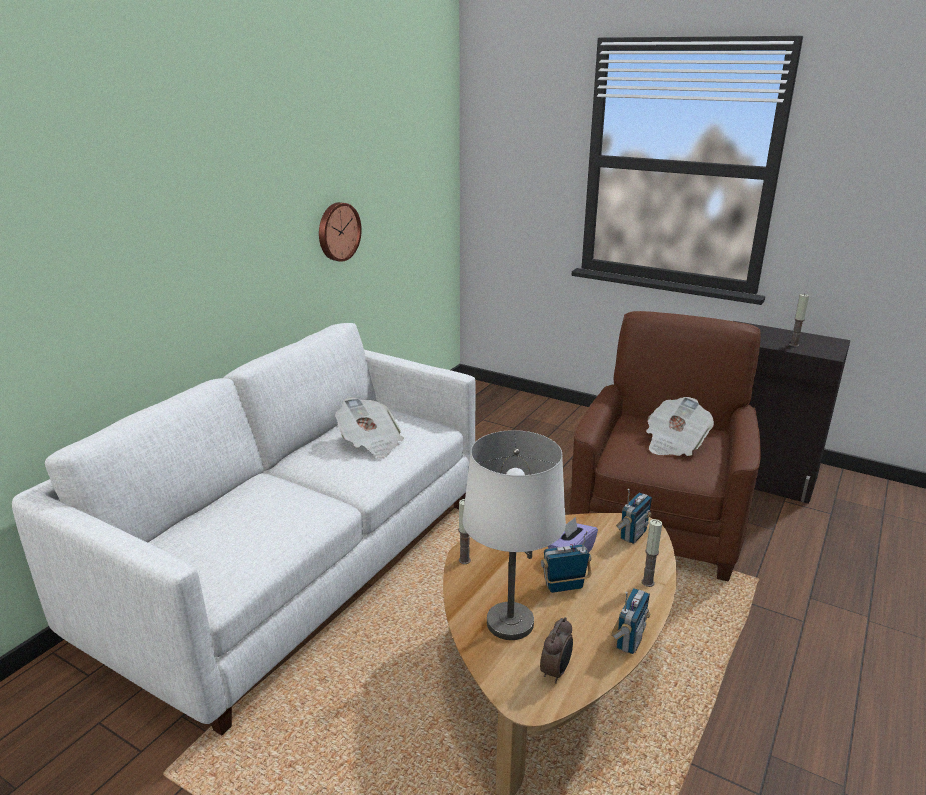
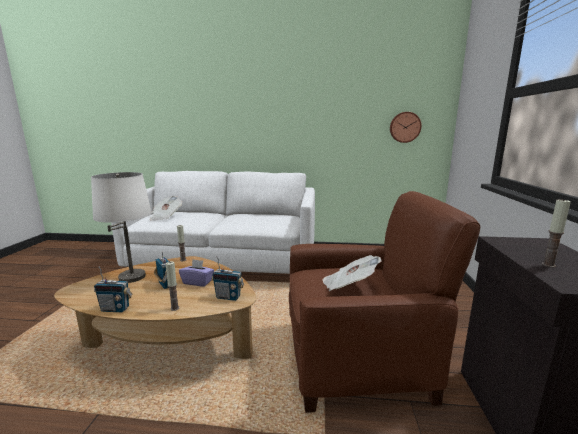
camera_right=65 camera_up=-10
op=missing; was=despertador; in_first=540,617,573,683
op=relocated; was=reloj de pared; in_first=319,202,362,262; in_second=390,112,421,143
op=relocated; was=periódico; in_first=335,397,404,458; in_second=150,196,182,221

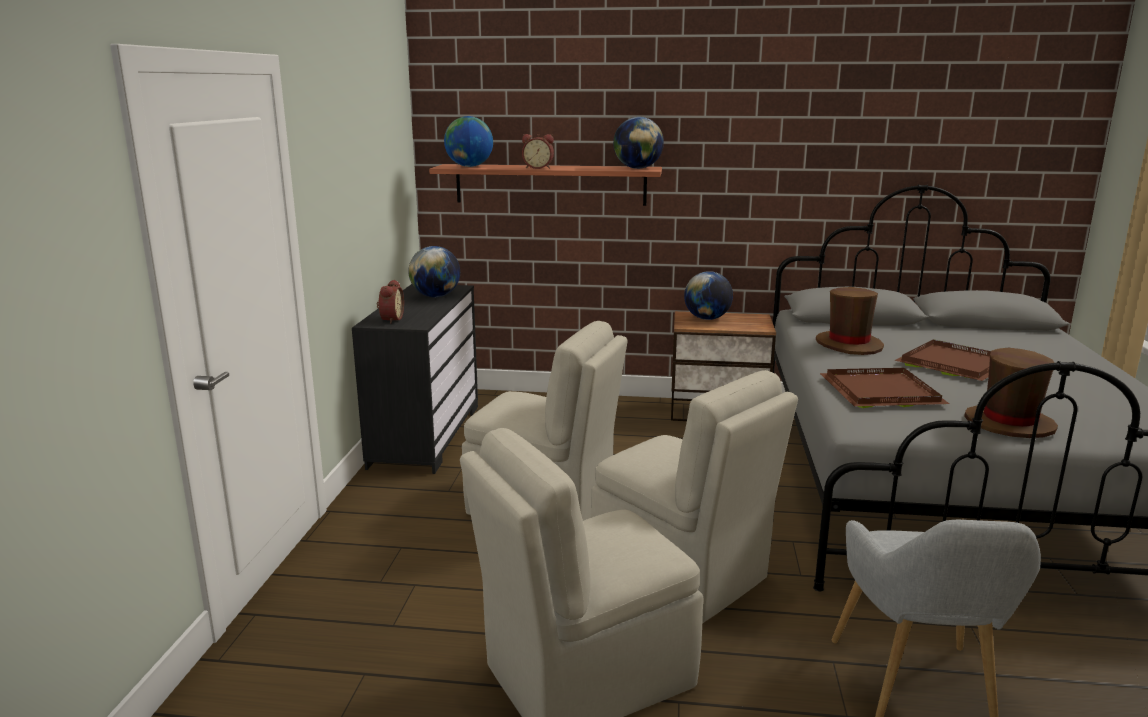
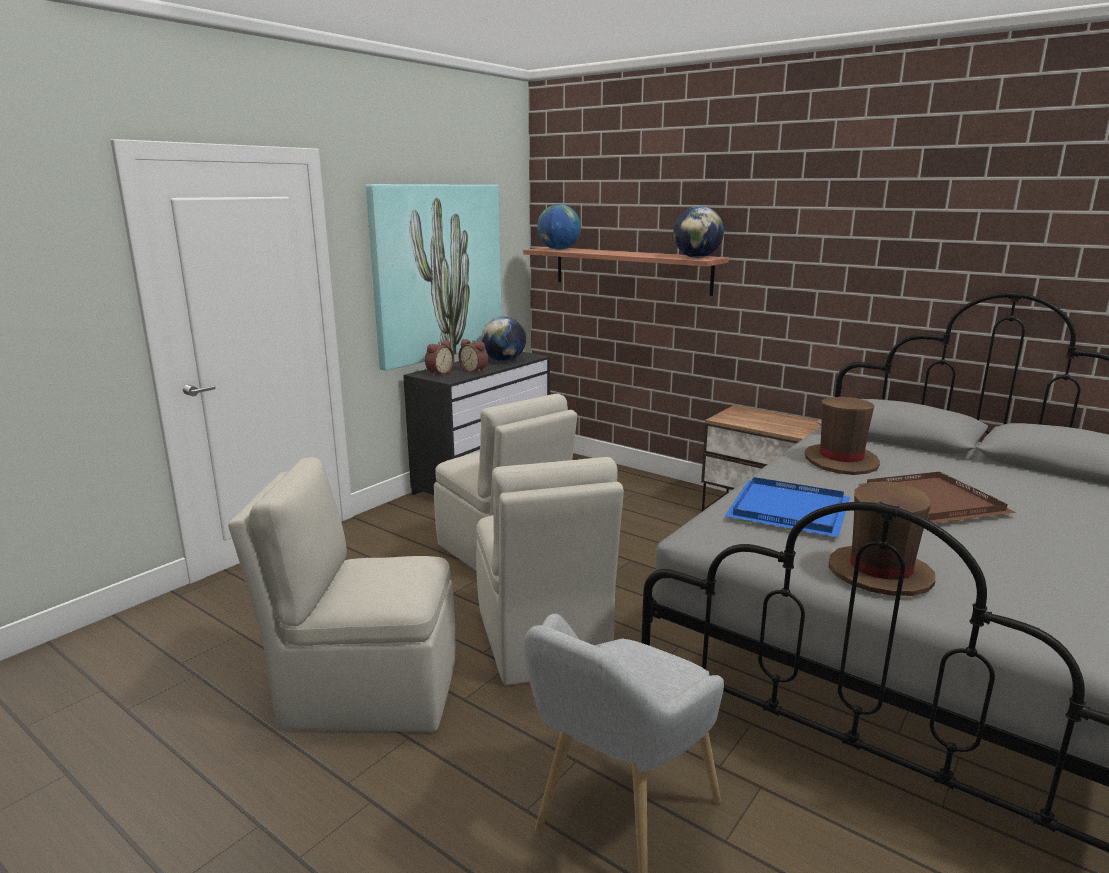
camera_right=30 camera_up=0
op=missing; was=globo terráqueo; in_first=684,271,733,320
op=appeared; now=cuadro; in_second=366,184,502,371
op=relocated; was=despertador; in_first=522,134,554,169; in_second=458,339,488,373
op=colour; was=bandeja (marrón); now=bandeja (azul); in_first=820,368,949,408; in_second=725,477,850,537

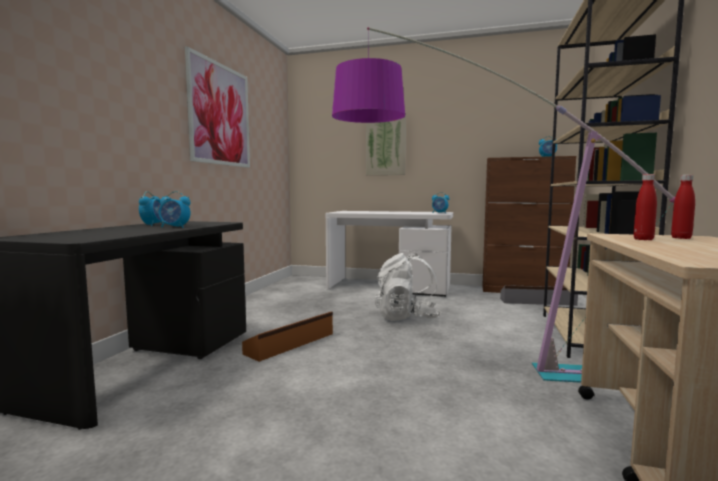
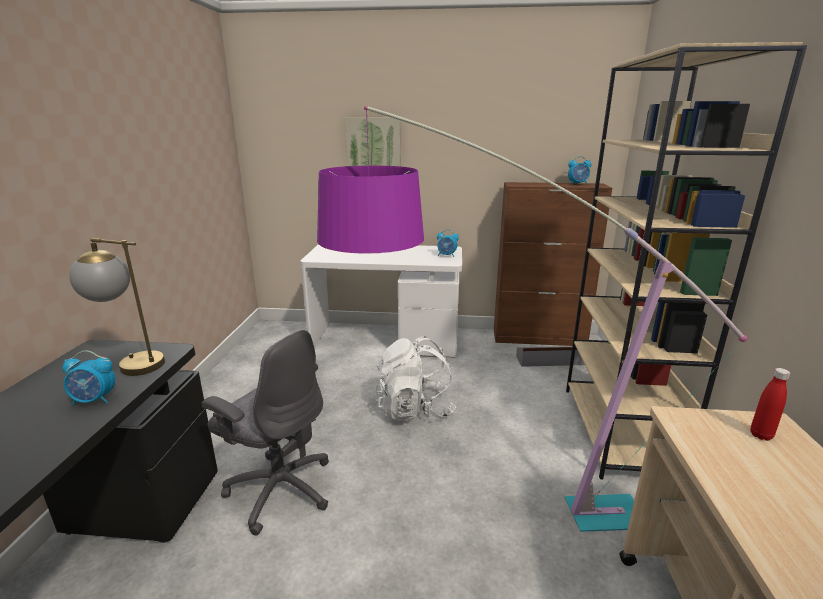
camera_right=-10 camera_up=15
op=missing; was=despertador; in_first=139,191,163,226
op=missing; was=cuadro; in_first=185,46,250,168
op=missing; was=botella (rojo); in_first=634,174,657,240
op=appeared; now=lámpara de mesa; in_second=69,238,165,376
op=exchanged; was=caja de almacenaje (marrón); now=silla de oficina (gris); in_first=242,311,333,362; in_second=201,330,329,536

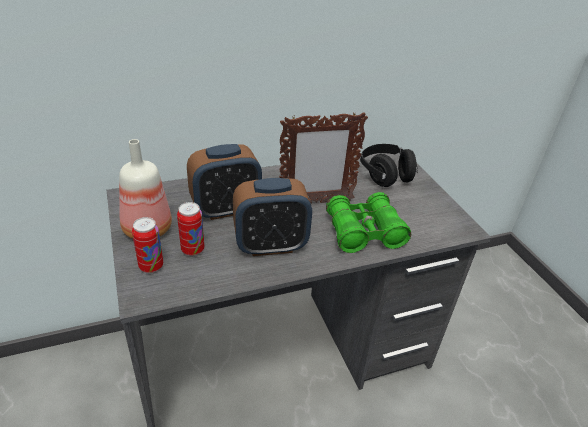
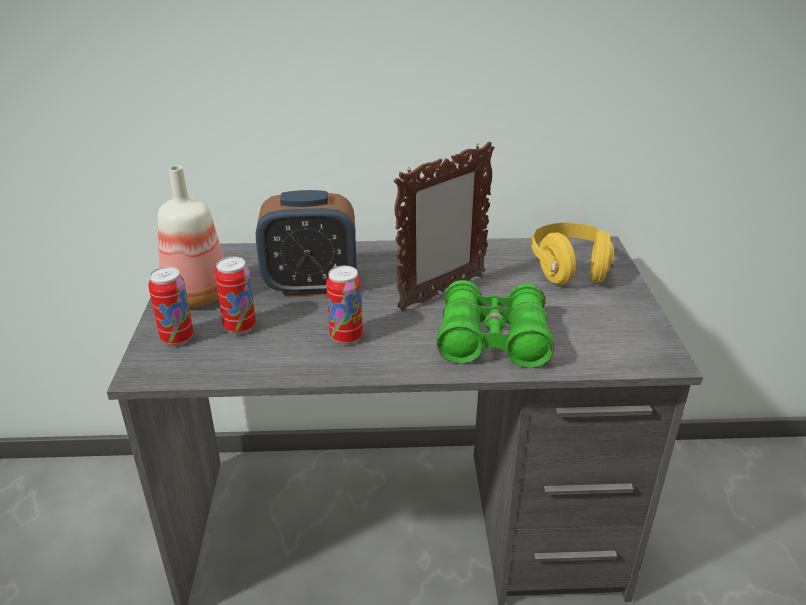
camera_right=20 camera_up=-5
op=exchanged; was=despertador; now=lata; in_first=233,178,312,256; in_second=326,266,363,345
op=colour; was=auriculares (negro); now=auriculares (amarillo); in_first=360,144,418,187; in_second=531,222,614,285
op=spun; was=portarretratos; in_first=279,112,368,203; in_second=394,142,494,311; clockwise=-45

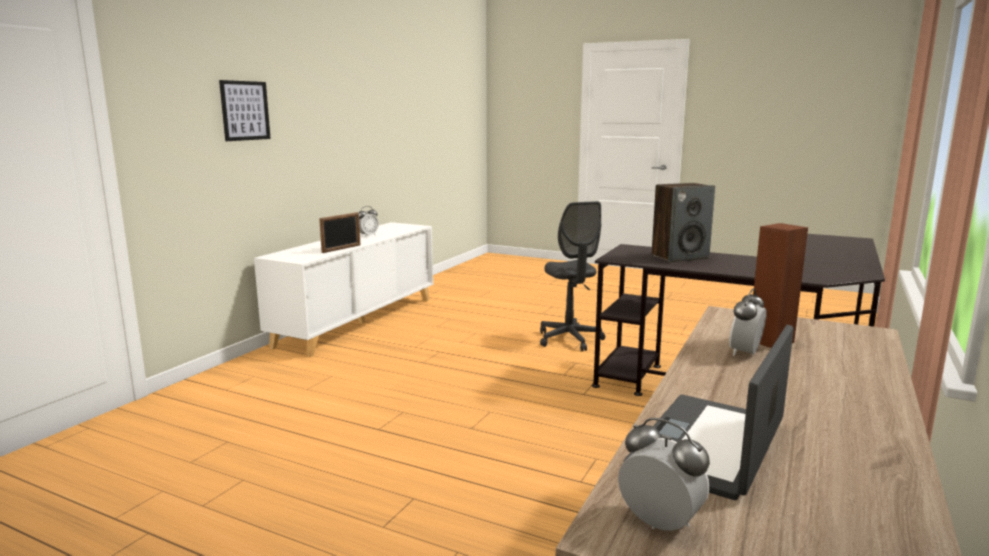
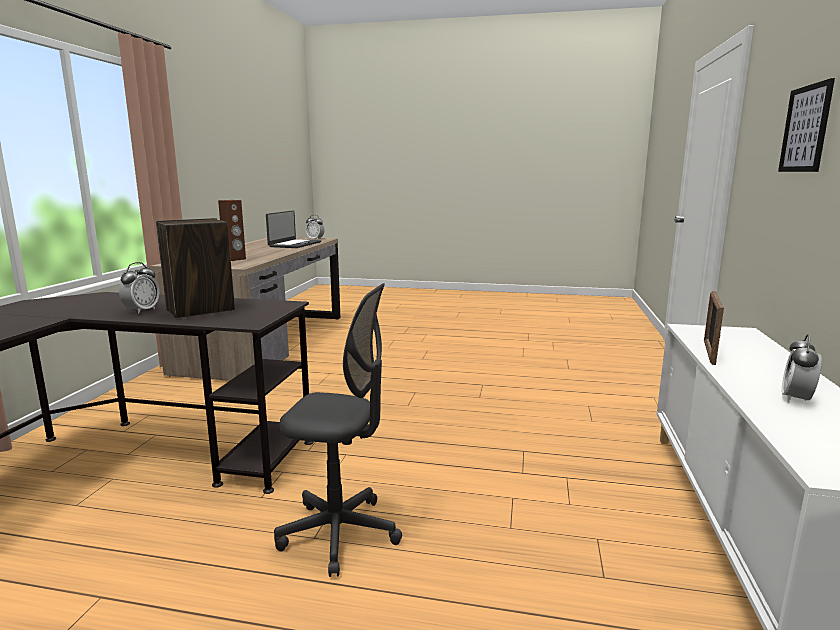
camera_right=165 camera_up=0
op=relocated; was=despertador; in_first=729,288,767,356; in_second=119,262,159,314
op=spun; was=silla de oficina (gris); in_first=540,201,605,351; in_second=274,283,402,577; clockwise=135

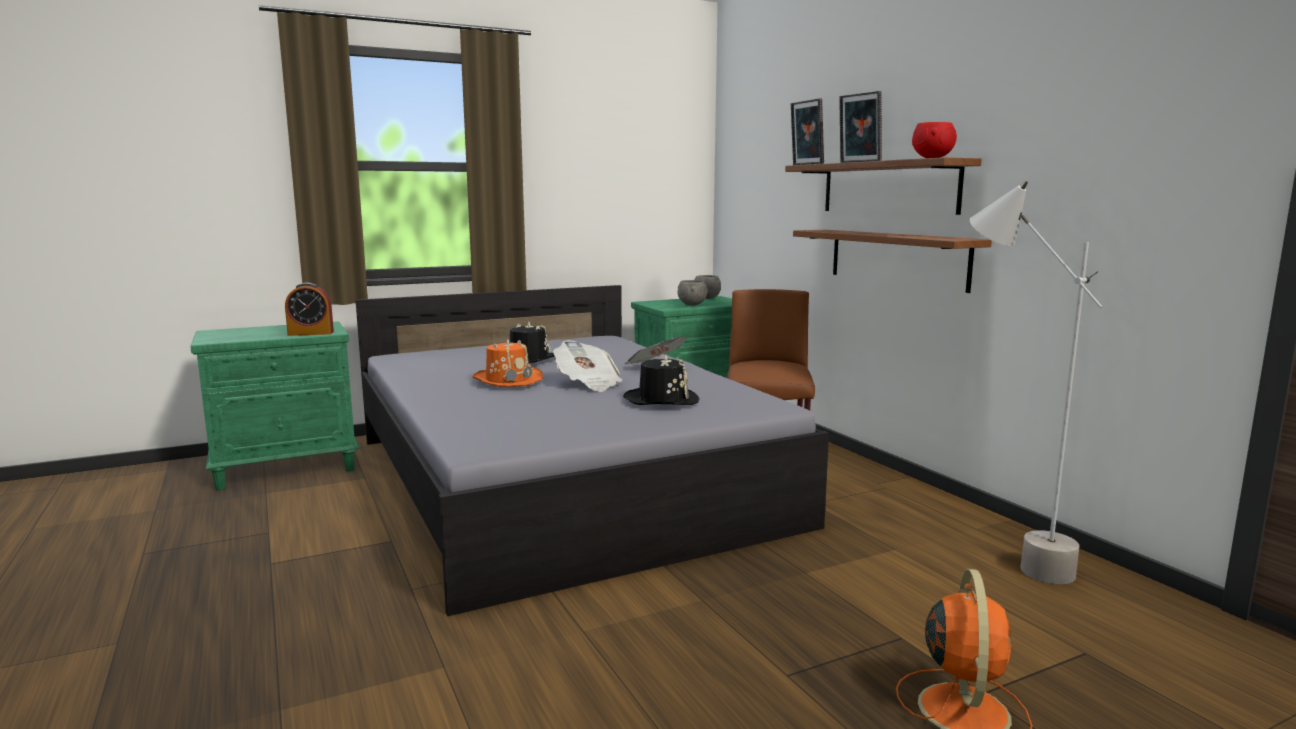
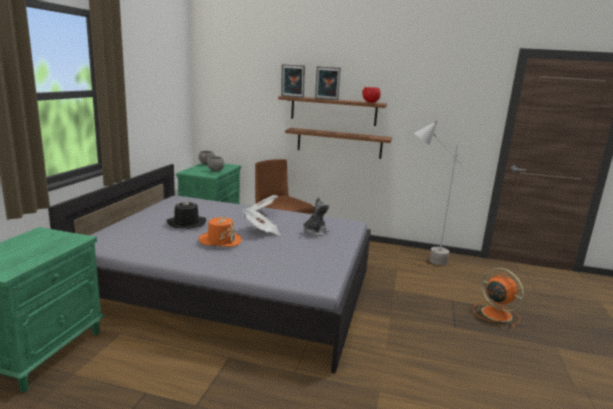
camera_right=-50 camera_up=5
op=missing; was=despertador; in_first=285,283,334,336
op=exchanged; was=sombrero (negro); now=peluche; in_first=623,355,699,405; in_second=303,197,329,236

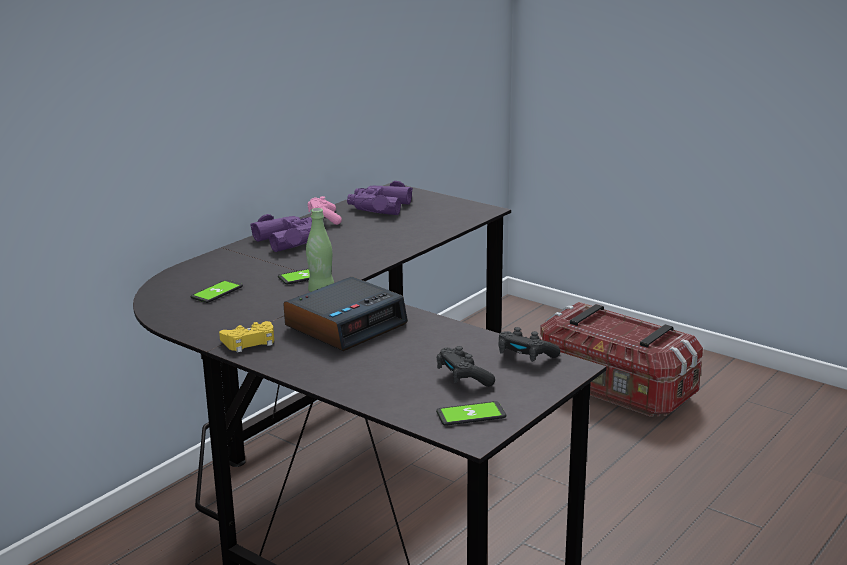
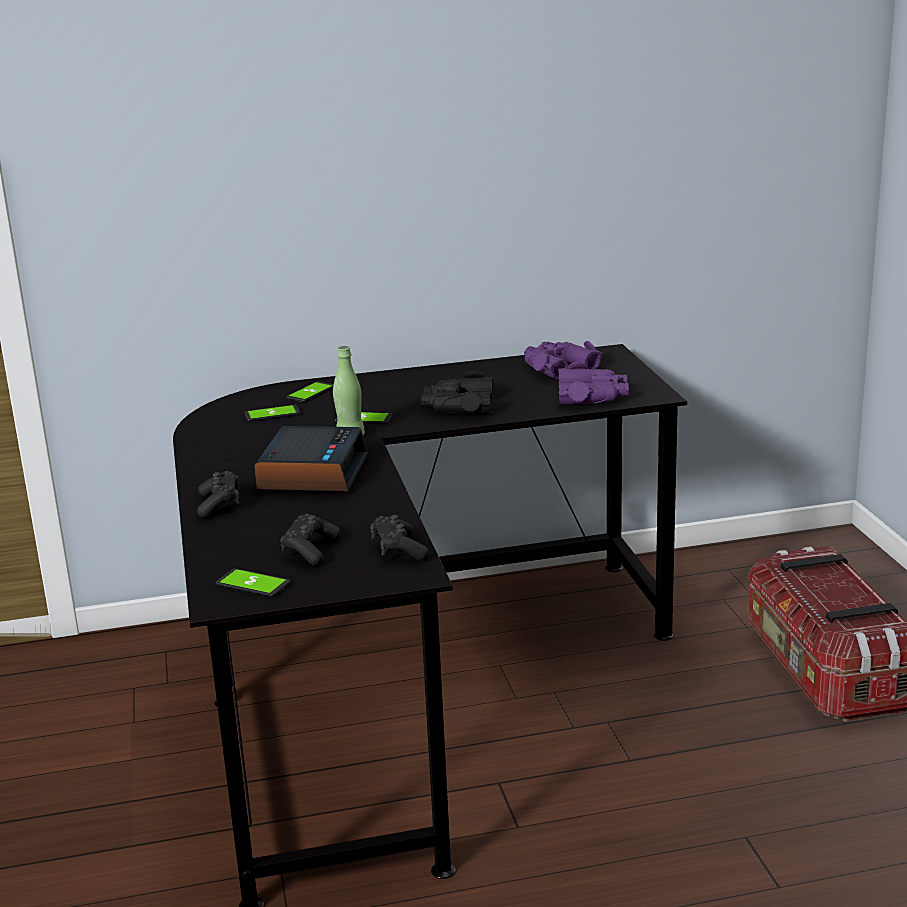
camera_right=40 camera_up=0
op=missing; was=mando de consola (amarillo); in_first=219,321,274,353
op=missing; was=mando de consola (rosa); in_first=308,196,342,225
op=appeared; now=mando de consola (negro); in_second=197,471,240,518
op=appeared; now=móvil; in_second=286,381,334,402
op=appeared; now=prismáticos (negro); in_second=421,371,494,414
op=relocated; was=prismáticos (morado); in_first=250,214,312,252; in_second=558,362,629,405
op=spun; was=despertador; in_first=284,277,408,351; in_second=254,426,368,493; clockwise=-75

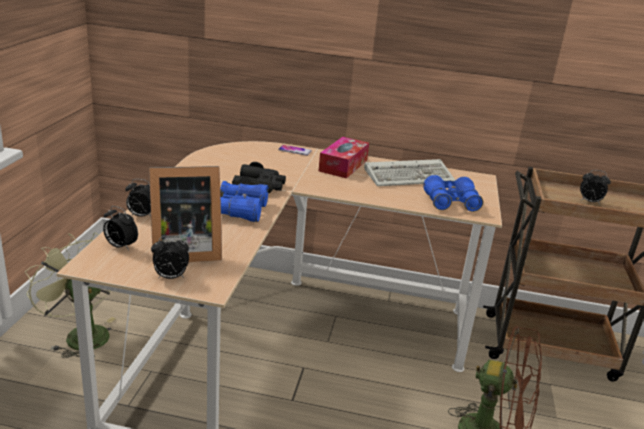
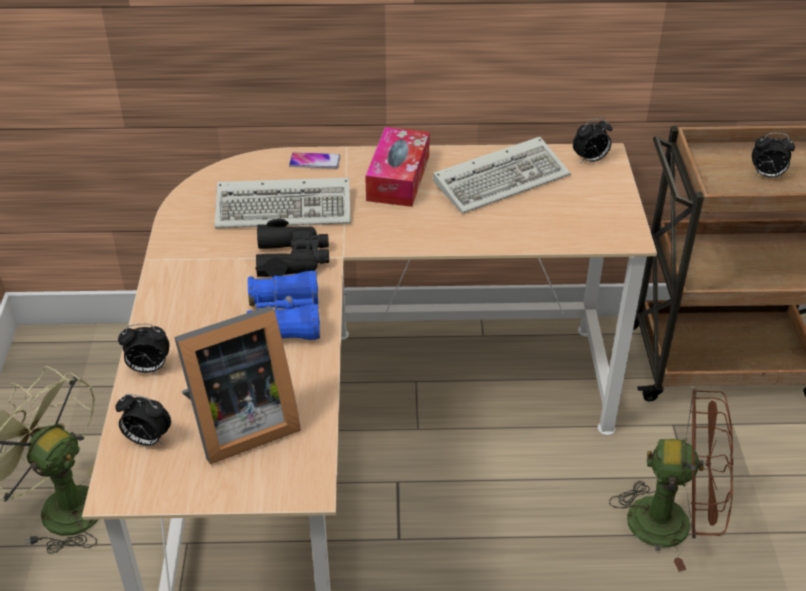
camera_right=-10 camera_up=15
op=missing; was=prismáticos (azul); in_first=423,175,483,212
op=appeared; now=teclado; in_second=215,178,351,228
op=relocated; was=despertador; in_first=151,236,189,279; in_second=573,117,612,164

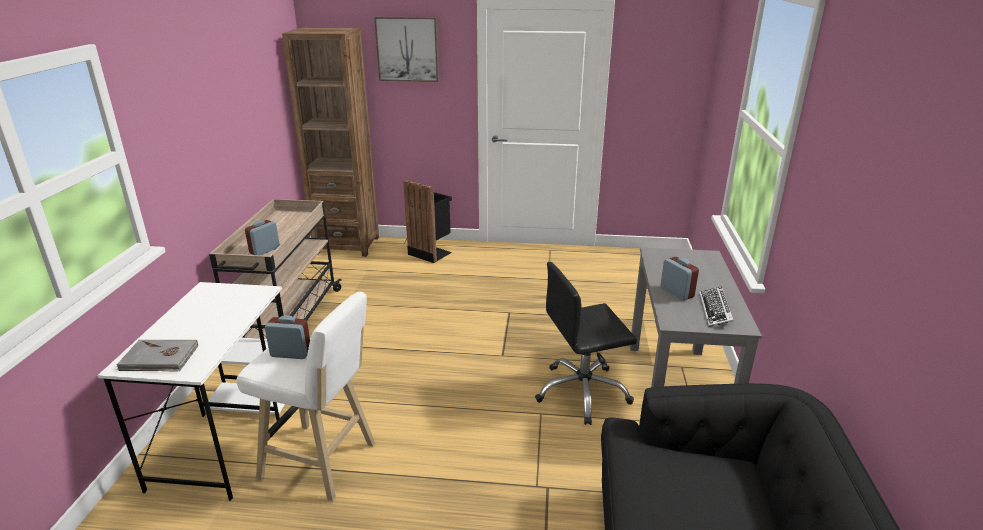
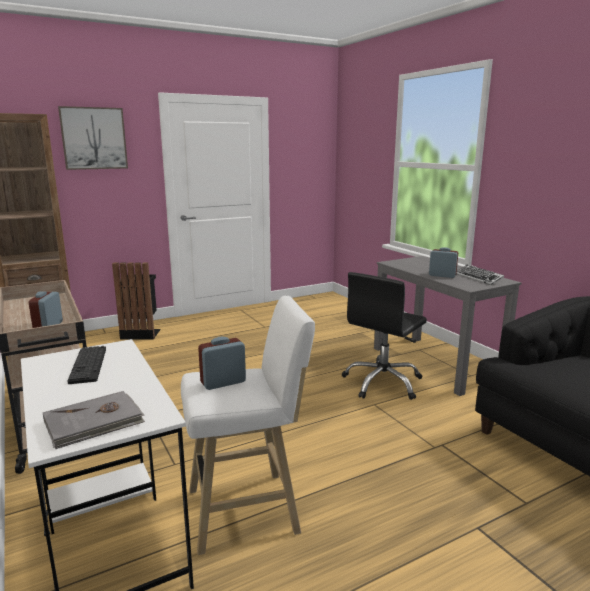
camera_right=-35 camera_up=-10
op=appeared; now=teclado; in_second=68,346,106,384

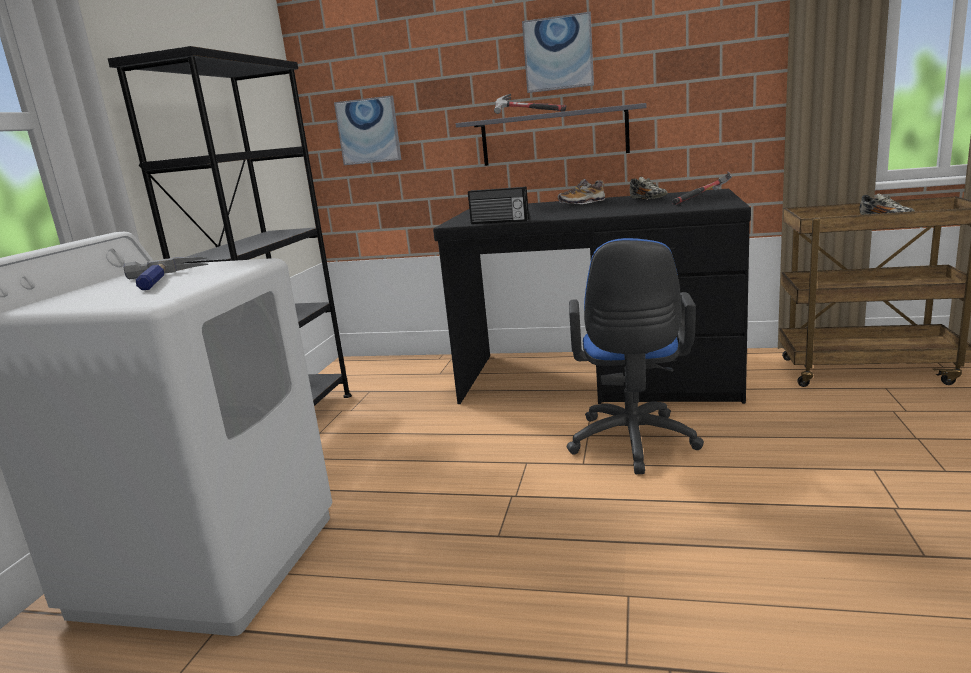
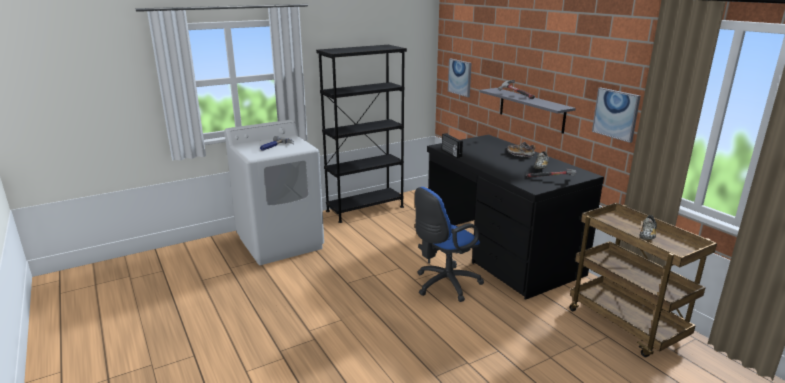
camera_right=45 camera_up=5
op=relocated; was=cuadro; in_first=522,12,594,93; in_second=592,87,640,143

